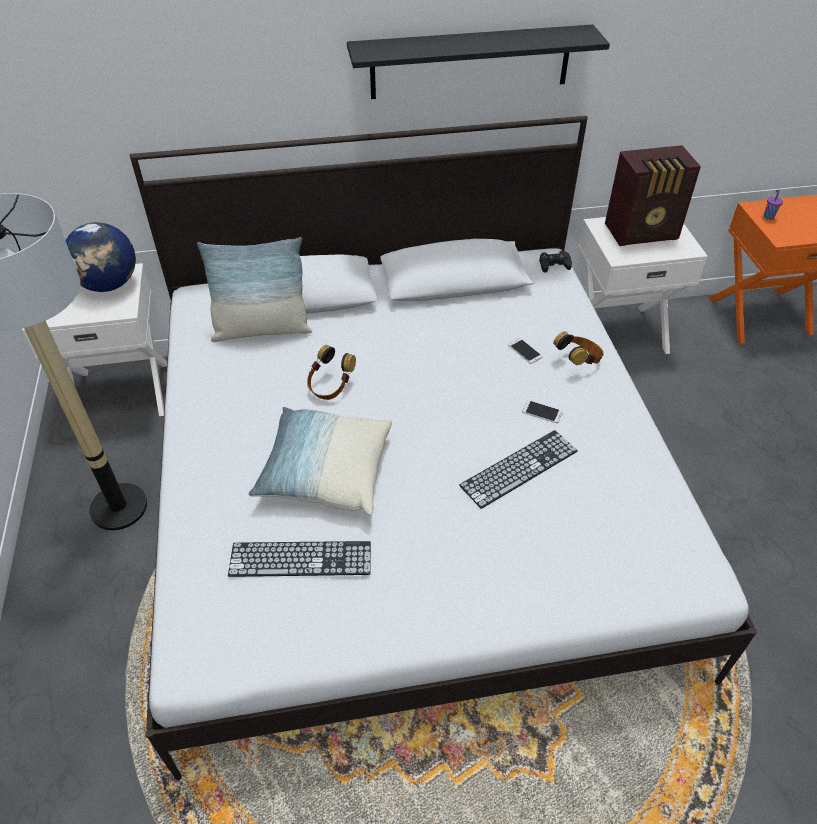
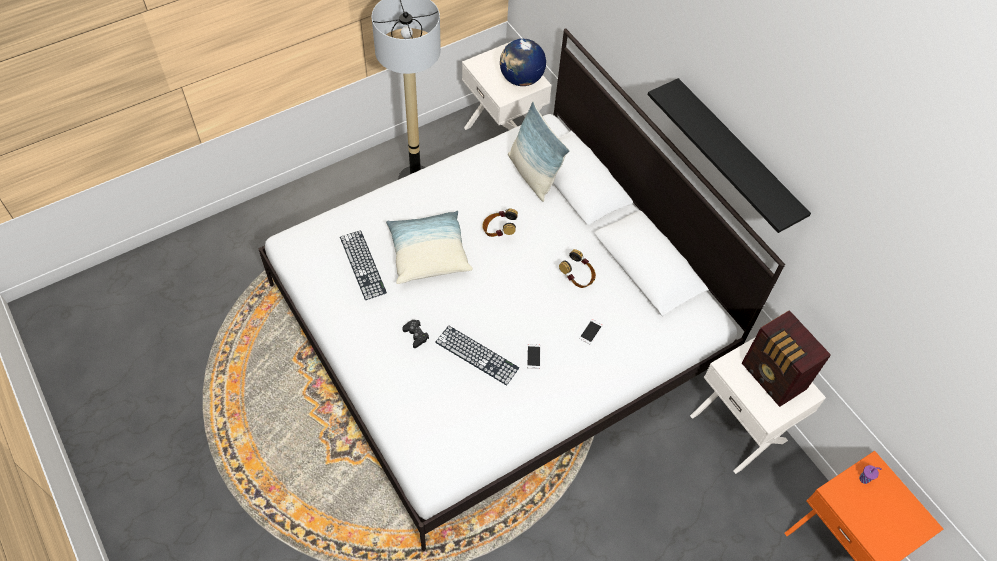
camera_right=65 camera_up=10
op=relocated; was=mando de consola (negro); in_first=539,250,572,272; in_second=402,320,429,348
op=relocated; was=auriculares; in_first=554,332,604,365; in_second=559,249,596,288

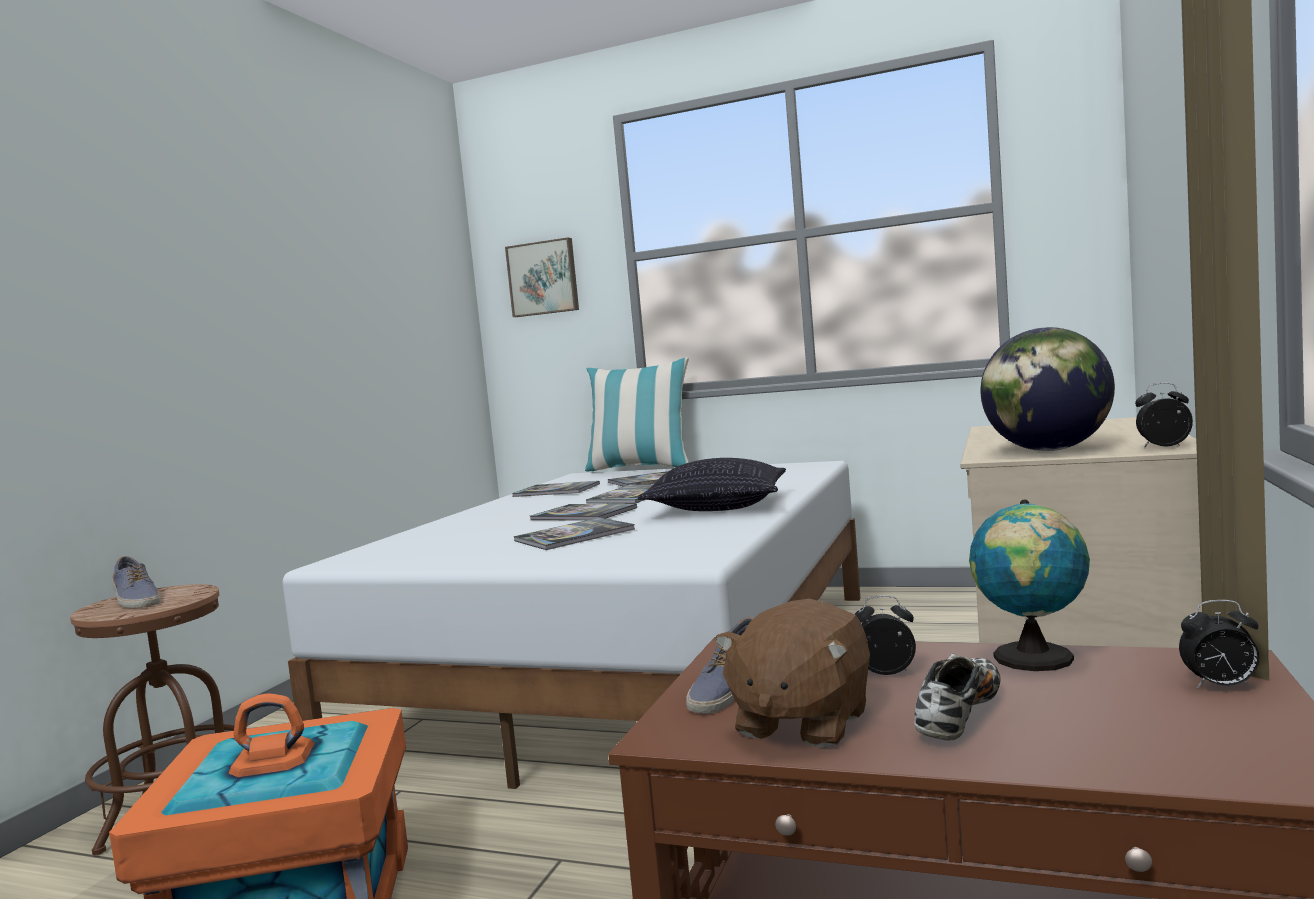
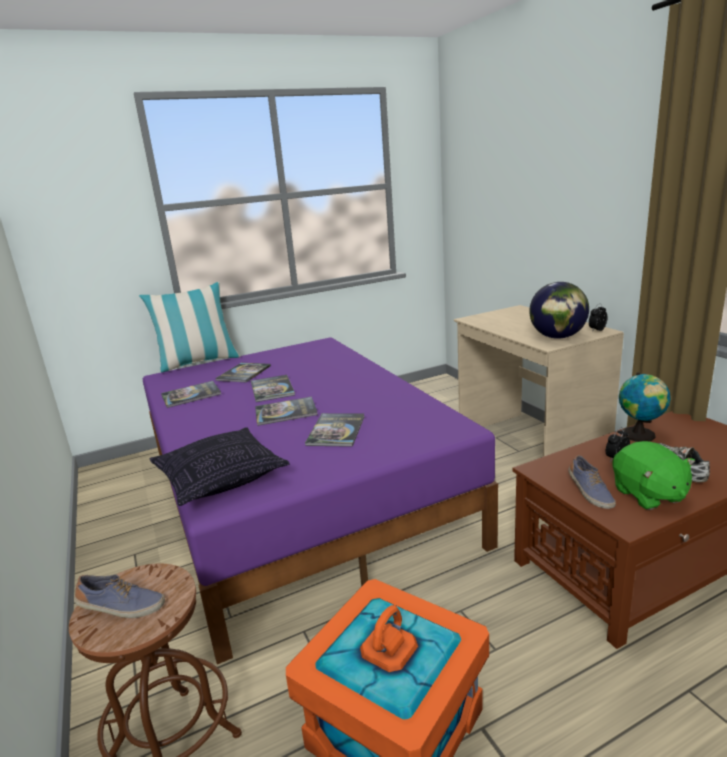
camera_right=-45 camera_up=15
op=missing; was=cuadro; in_first=505,237,579,317
op=missing; was=despertador; in_first=1179,600,1259,688
op=relocated; was=cojín; in_first=638,458,786,511; in_second=150,427,290,506
op=colour; was=cama (blanco); now=cama (morado); in_first=282,461,860,789; in_second=143,337,498,664
op=colour; was=peluche (marrón); now=peluche (verde); in_first=715,599,870,748; in_second=612,441,695,510

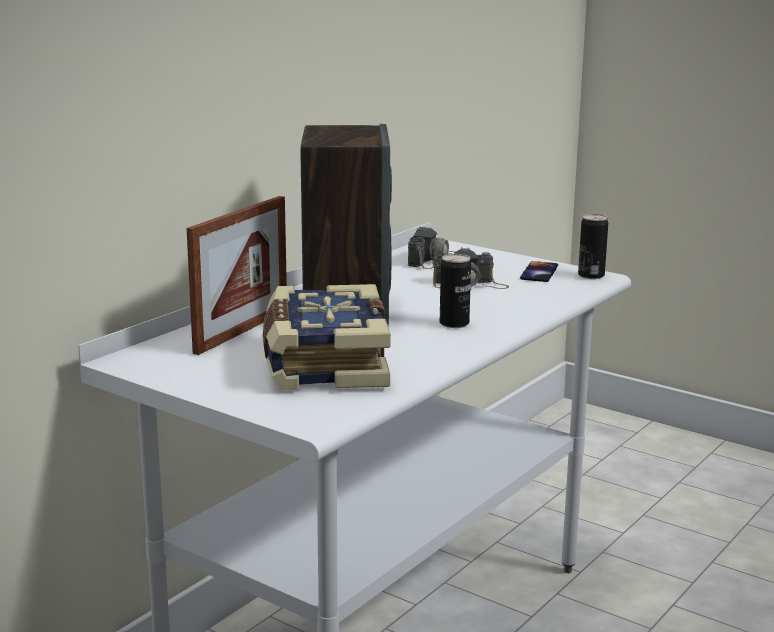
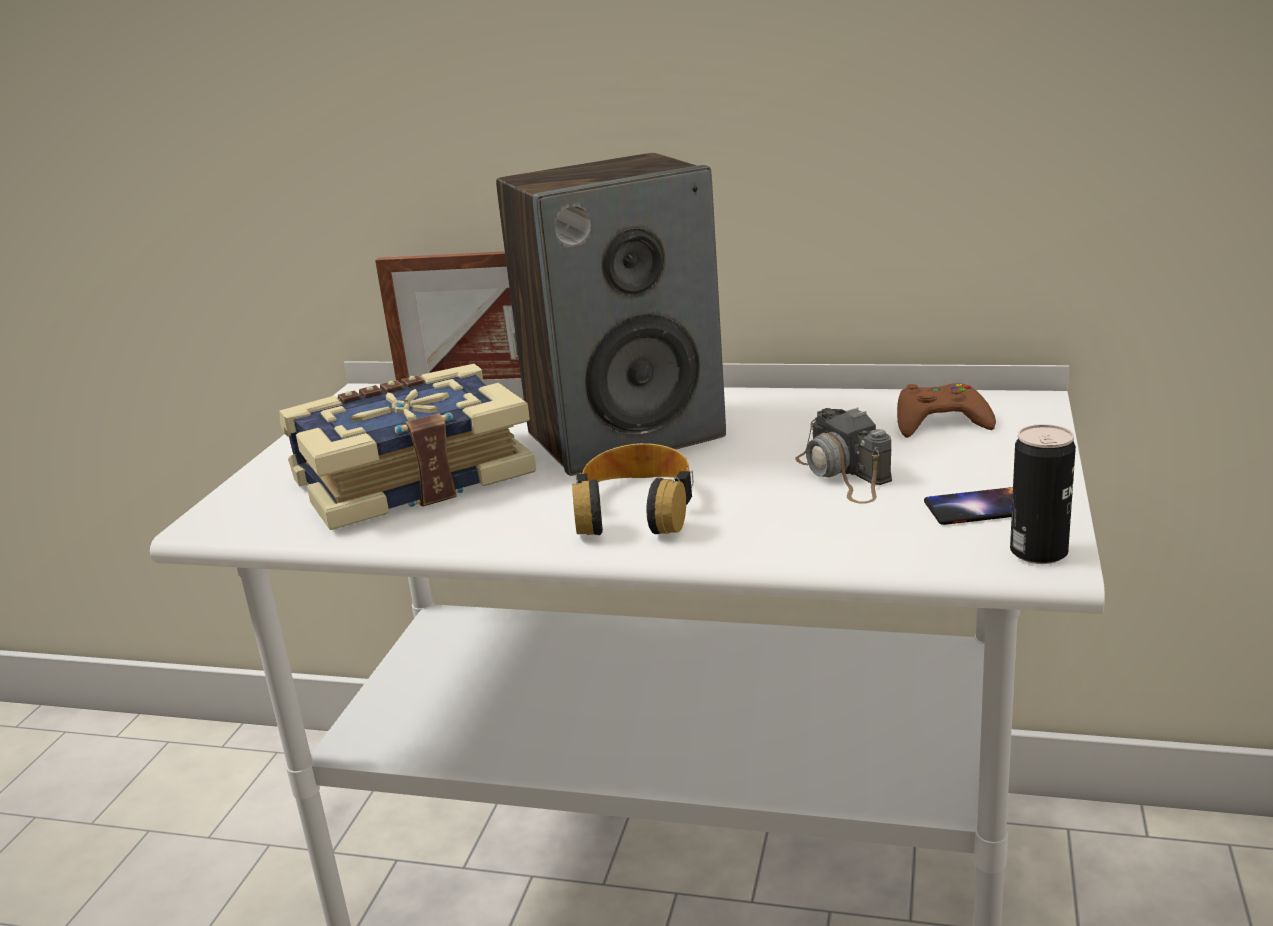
camera_right=70 camera_up=5
op=exchanged; was=cámara; now=mando de consola (marrón); in_first=408,227,455,269; in_second=897,383,996,438
op=exchanged; was=lata; now=auriculares; in_first=440,254,471,328; in_second=572,443,694,535

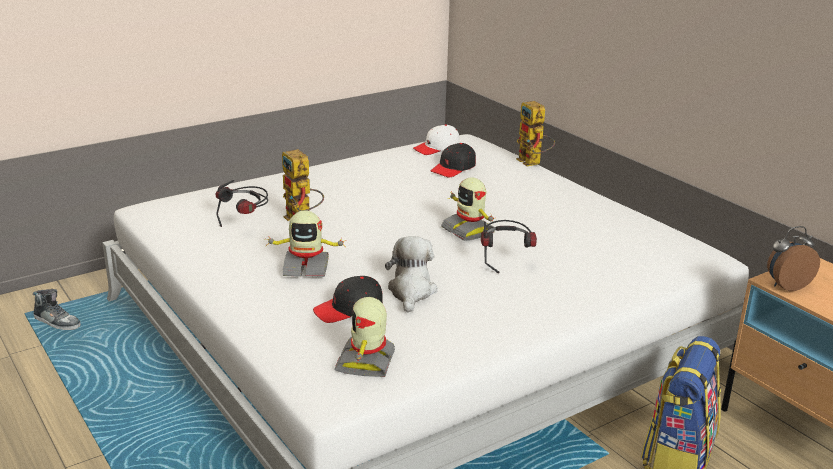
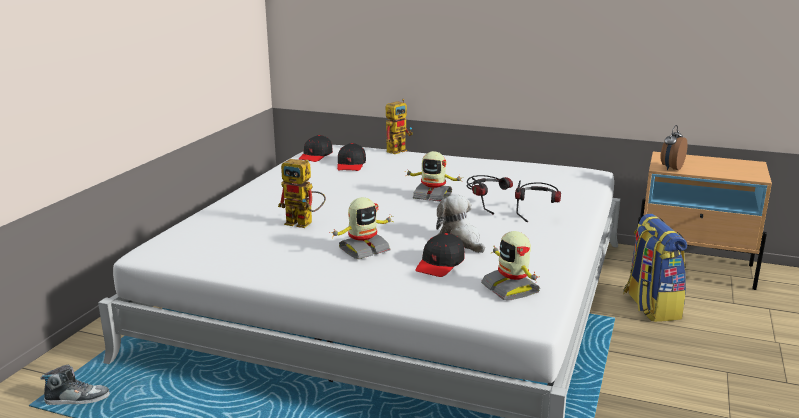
camera_right=-35 camera_up=-5
op=relocated; was=auriculares; in_first=216,180,268,227; in_second=515,181,561,222
op=colour; was=gorra (blanco); now=gorra (negro); in_first=413,125,460,155; in_second=298,135,333,162
op=spun; was=robot de juguete; in_first=516,101,555,166; in_second=386,99,413,154; clockwise=-75

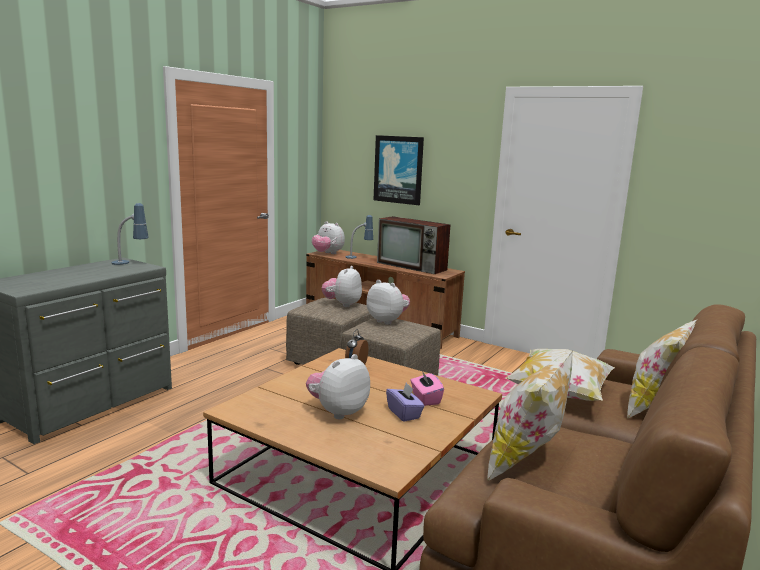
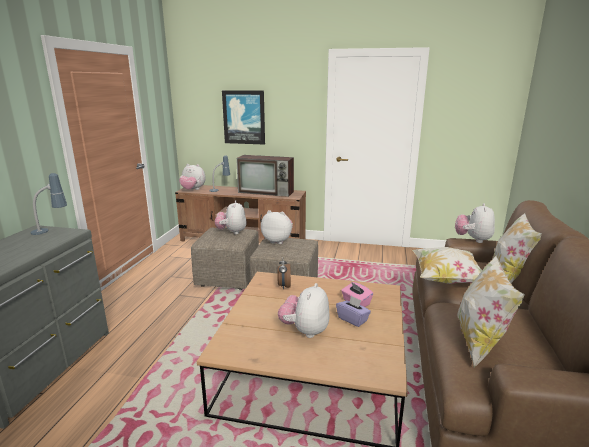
camera_right=-20 camera_up=5
op=appeared; now=peluche; in_second=455,203,495,243

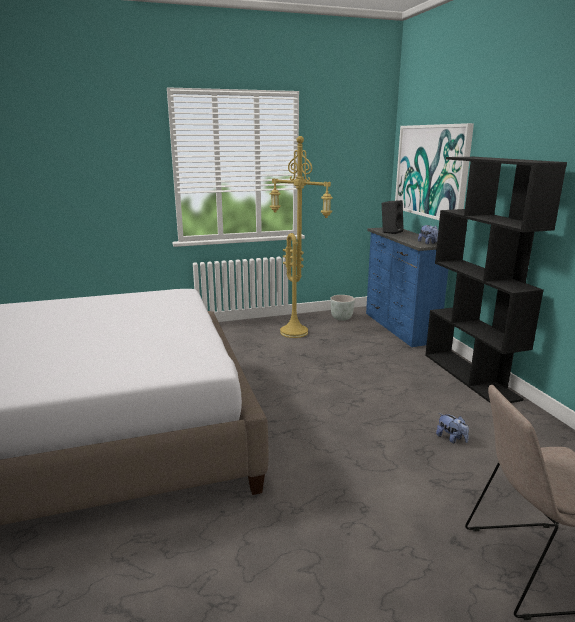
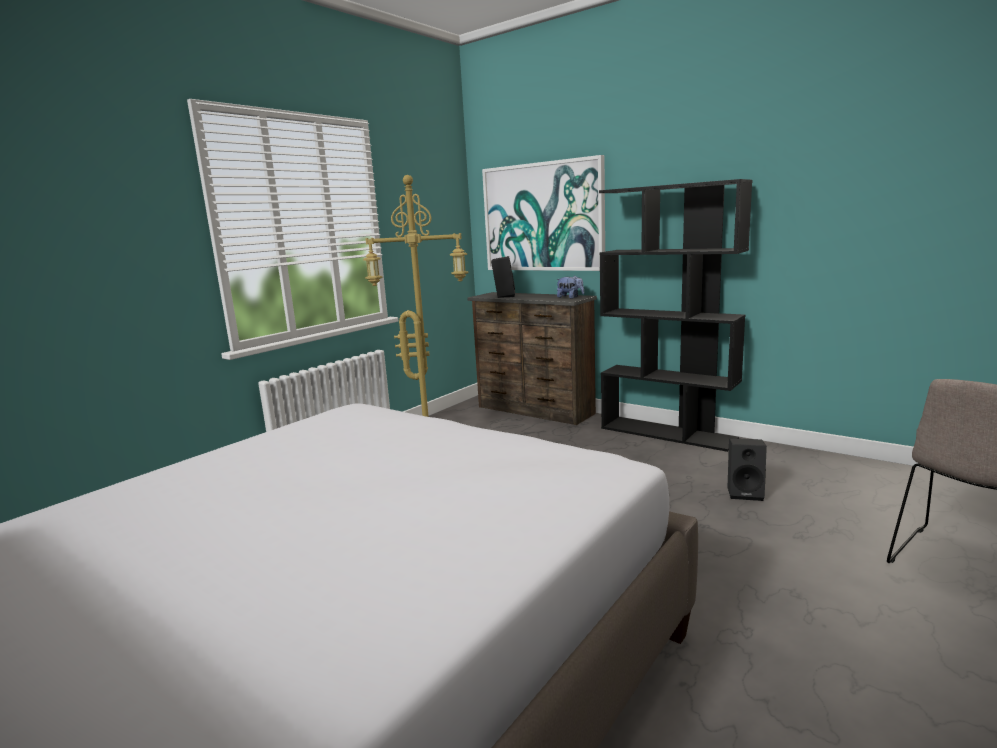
camera_right=-35 camera_up=-5
op=missing; was=maceta (gris); in_first=330,295,355,321
op=exchanged; was=peluche; now=altavoz (negro); in_first=436,413,469,443; in_second=727,438,767,501
op=colour; was=cómoda (azul); now=cómoda (marrón); in_first=366,227,448,347; in_second=467,292,597,425

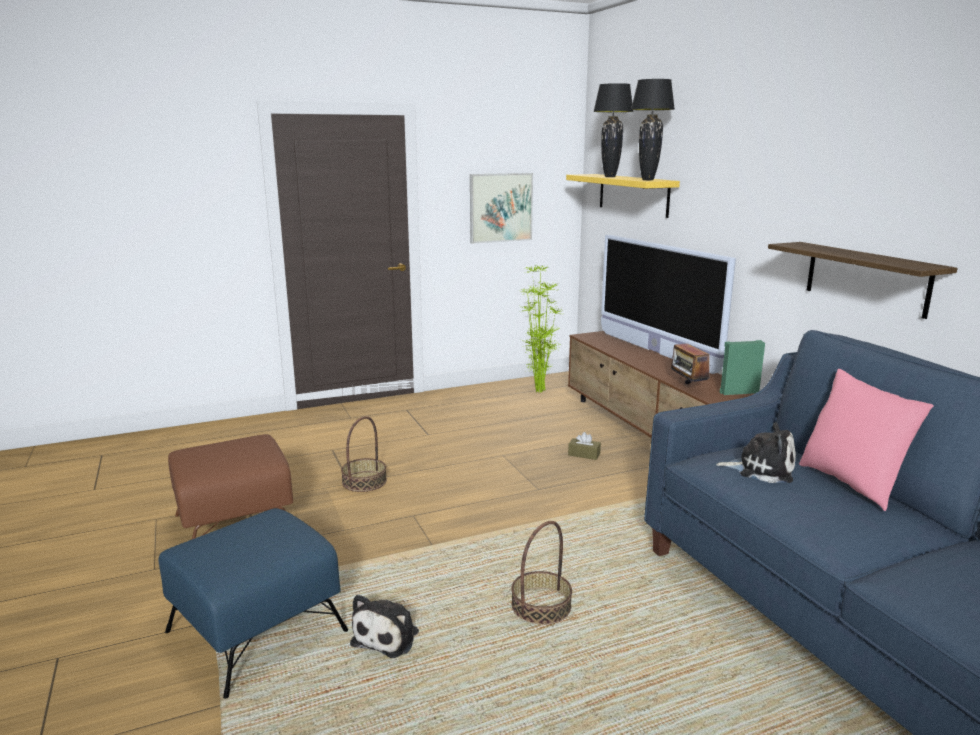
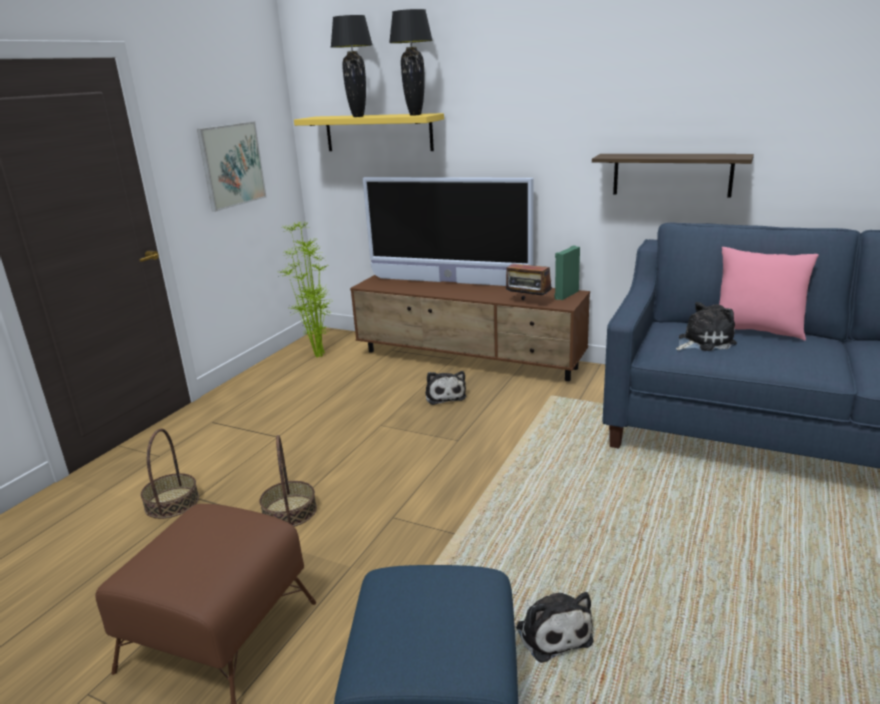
camera_right=-40 camera_up=5
op=relocated; was=cesta; in_first=511,521,572,625; in_second=141,428,199,519
op=exchanged; was=caja de pañuelos (marrón); now=peluche; in_first=568,432,601,460; in_second=425,371,466,405

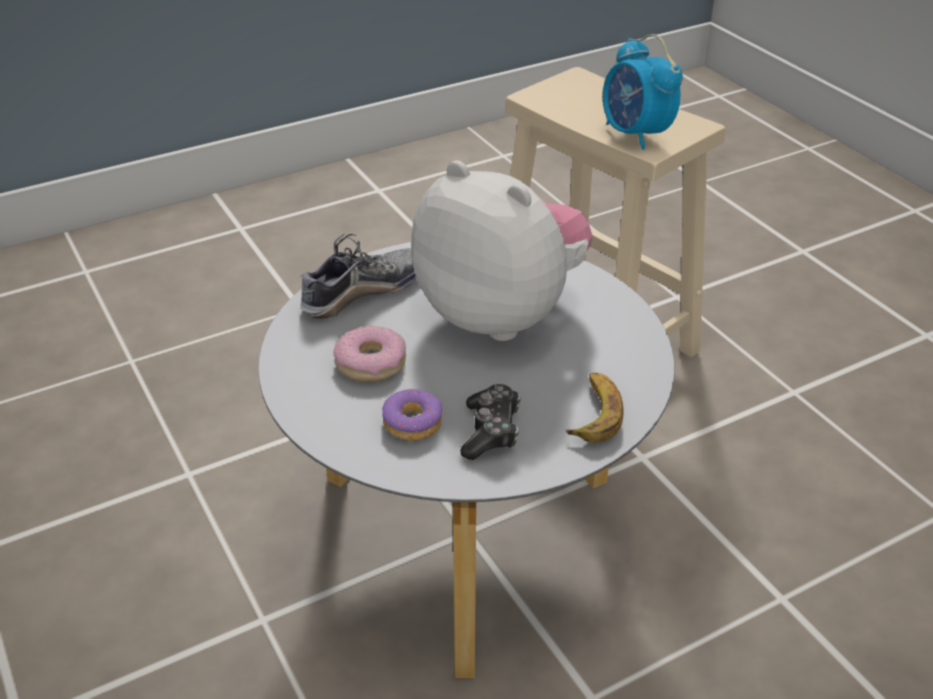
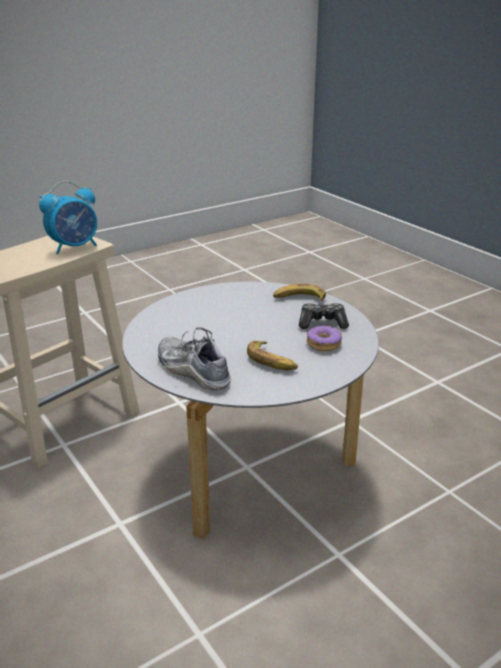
camera_right=-95 camera_up=-10
op=missing; was=peluche; in_first=411,160,593,341
op=exchanged; was=rosquilla; now=plátano; in_first=333,326,406,382; in_second=247,341,298,370

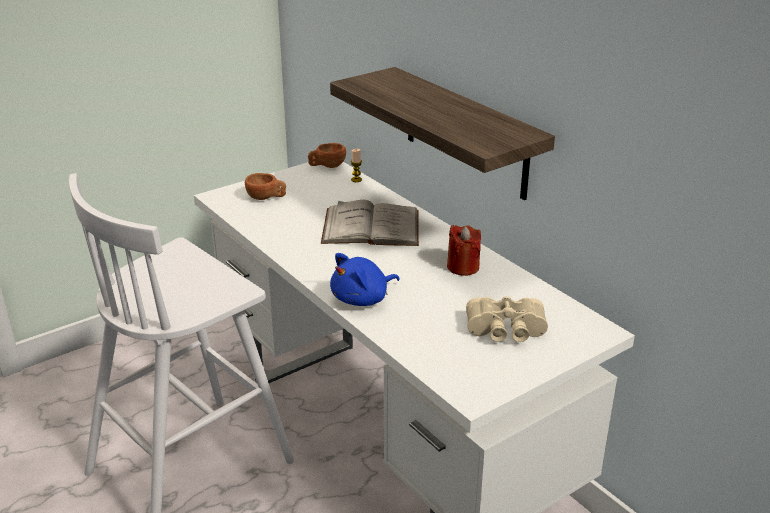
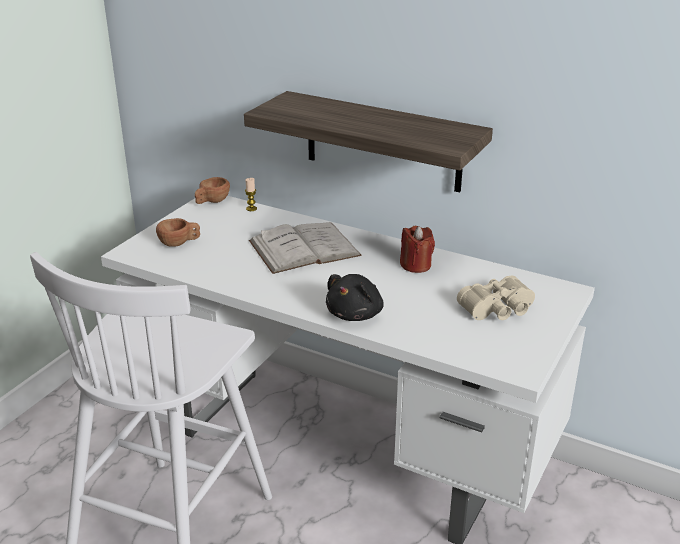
camera_right=-25 camera_up=0
op=colour; was=peluche (azul); now=peluche (negro); in_first=330,253,399,306; in_second=326,274,384,321

